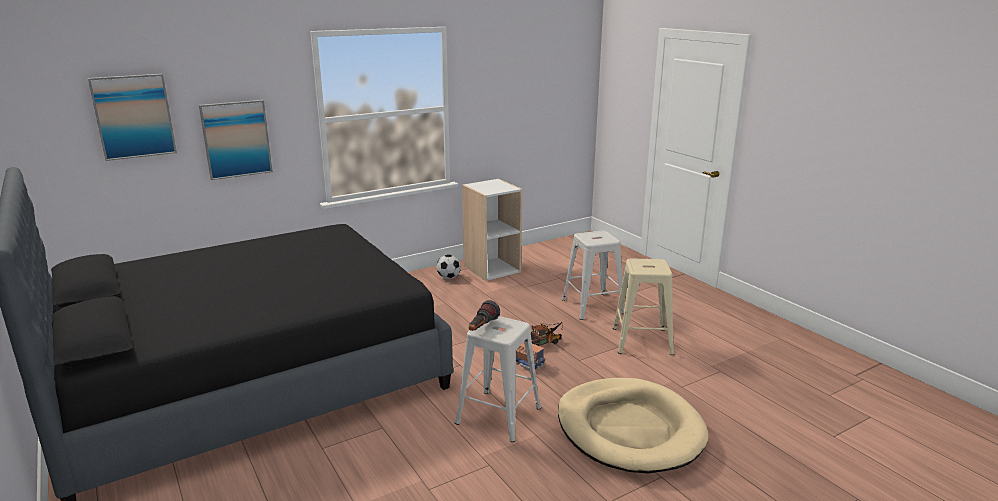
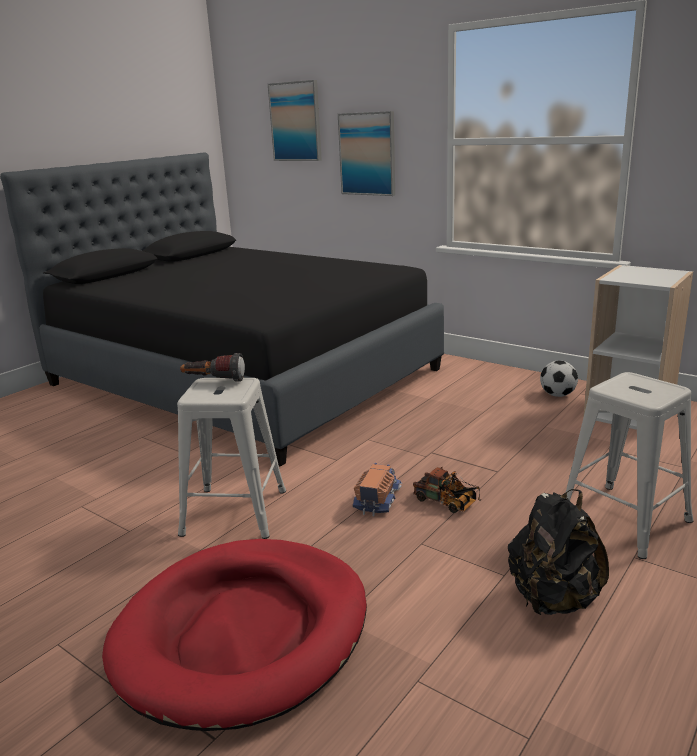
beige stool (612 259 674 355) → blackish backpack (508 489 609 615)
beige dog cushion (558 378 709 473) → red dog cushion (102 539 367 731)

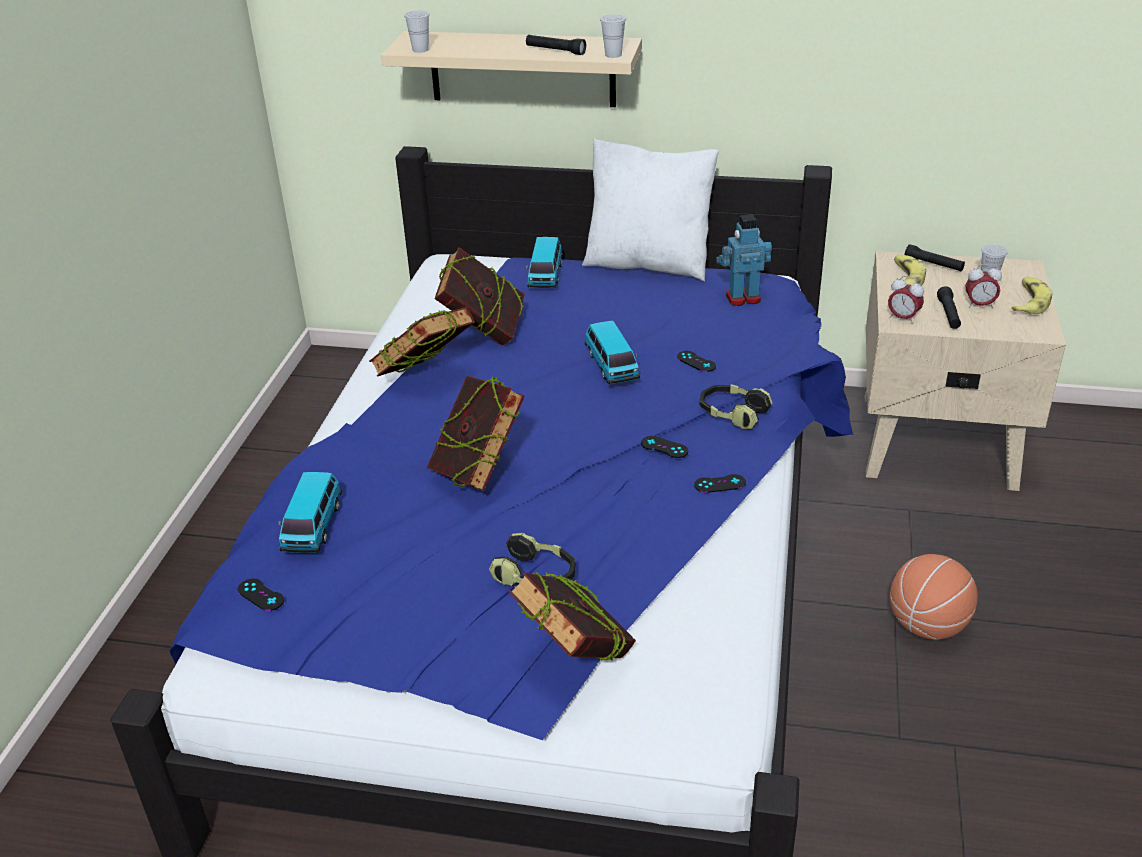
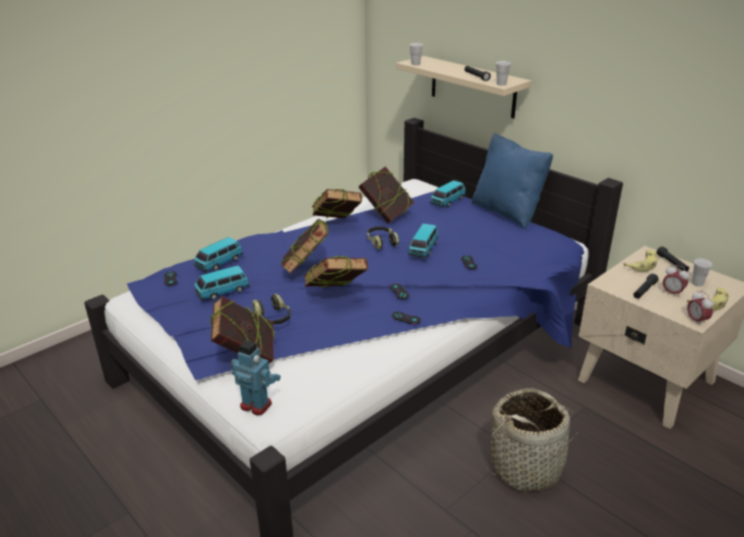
white-coloured cushion (582 138 719 281) → bluish cushion (472 133 553 229)
robot figure (716 215 772 306) → robot figure (231 340 281 415), shifted
table clock (888 276 924 324) → table clock (687 291 713 327), shifted
headphones (699 384 772 429) → headphones (367 226 399 249), shifted
basketball ball (890 554 978 640) → household basket (486 388 578 492)
- → bound book (304 256 368 288)
- → miniature car (194 265 249 300)

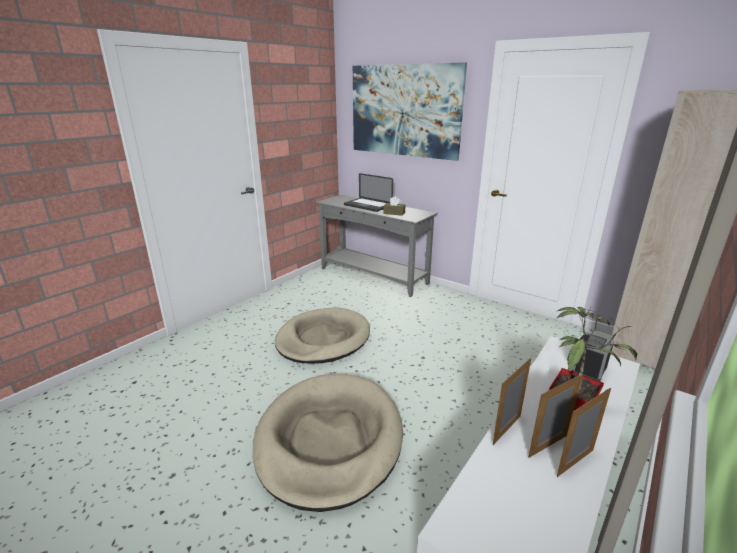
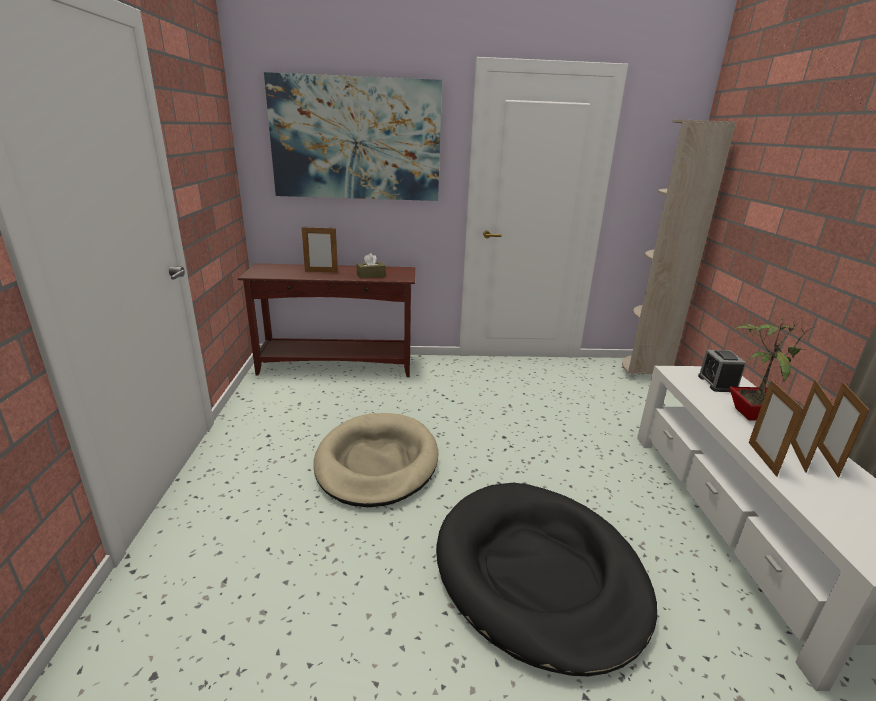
notebook computer (344 173 393 212) → photo frame (302 226 338 273)
gray narrow table (316 195 438 297) → brown-coloured narrow table (238 263 415 377)
beige dog cushion (253 374 403 512) → blackish dog cushion (436 483 657 676)

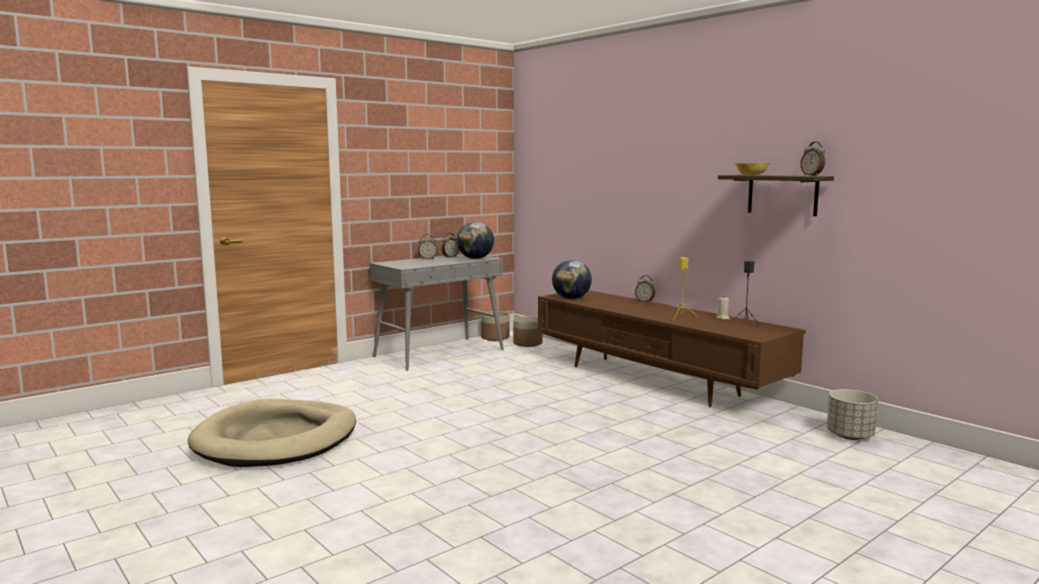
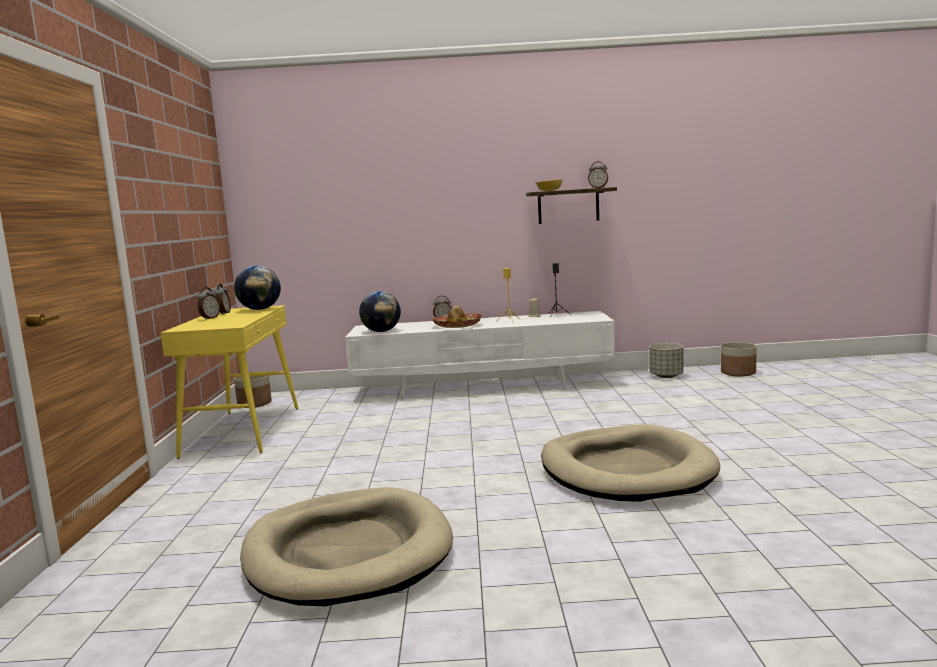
gray narrow table (369 254 504 371) → yellowish narrow table (161 305 298 459)
brown-coloured tv unit (538 290 806 407) → white-coloured tv unit (345 311 615 399)
planter (513 316 543 347) → planter (721 342 757 377), shifted
- → hat (432 306 482 328)
- → beige dog cushion (541 424 720 502)

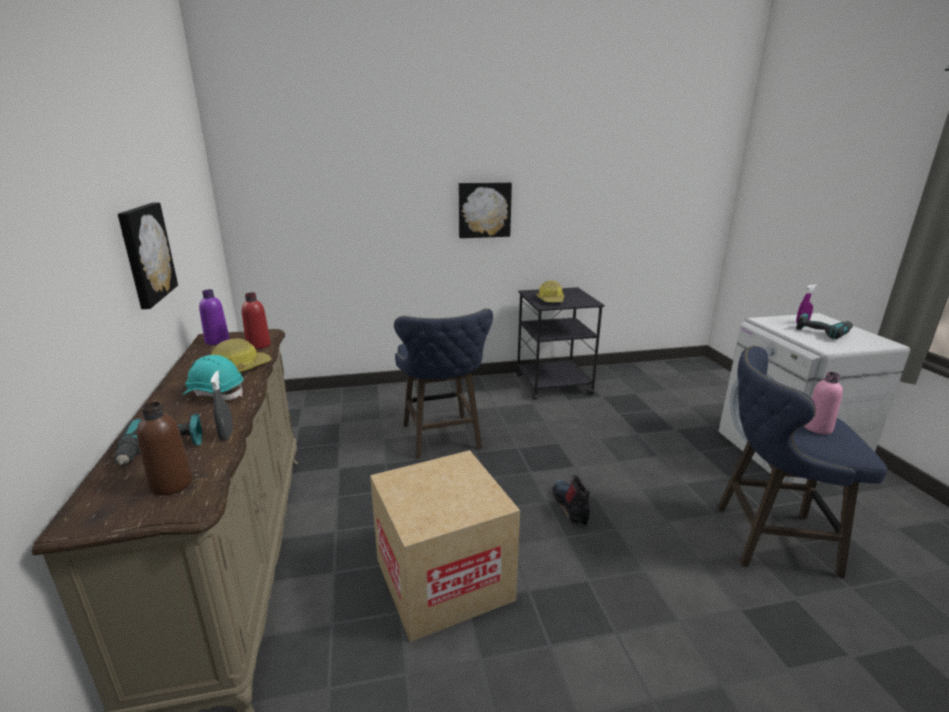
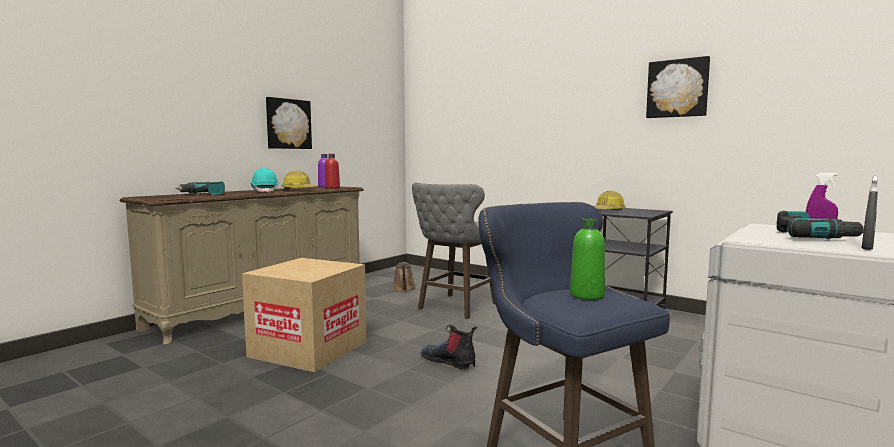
picture (459 182 512 238) → picture (646 56 710 118), shifted
bluish stool (394 308 493 459) → gray stool (412 182 495 319)
gray hand sprayer (210 371 233 441) → gray hand sprayer (862 176 878 250), shifted
pink bottle (804 372 843 434) → green bottle (570 218 605 300)
brown-coloured bottle (137 402 193 496) → -
tall boot (553 474 590 525) → tall boot (421 325 477 369), 90 degrees counterclockwise
- → brown-coloured sprinkling can (393 262 416 292)

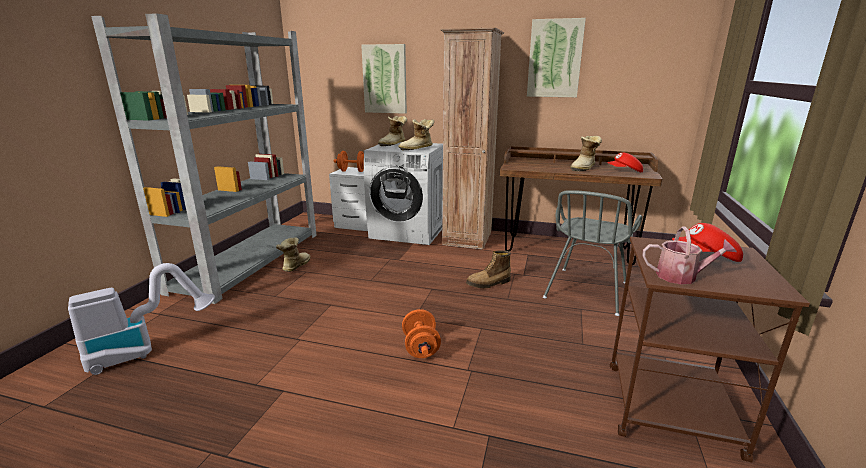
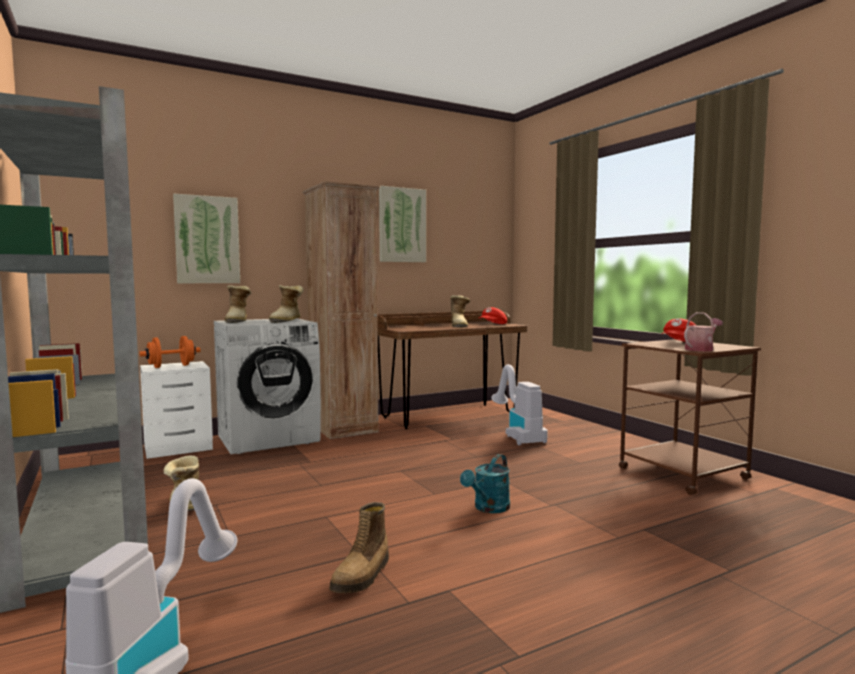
gray plain chair (543 190 642 316) → vacuum (491 364 548 445)
tall boot (466 250 511 288) → tall boot (329 502 389 593), shifted
orange-coloured dumbbell (402 309 441 358) → blue-green sprinkling can (460 454 510 513)

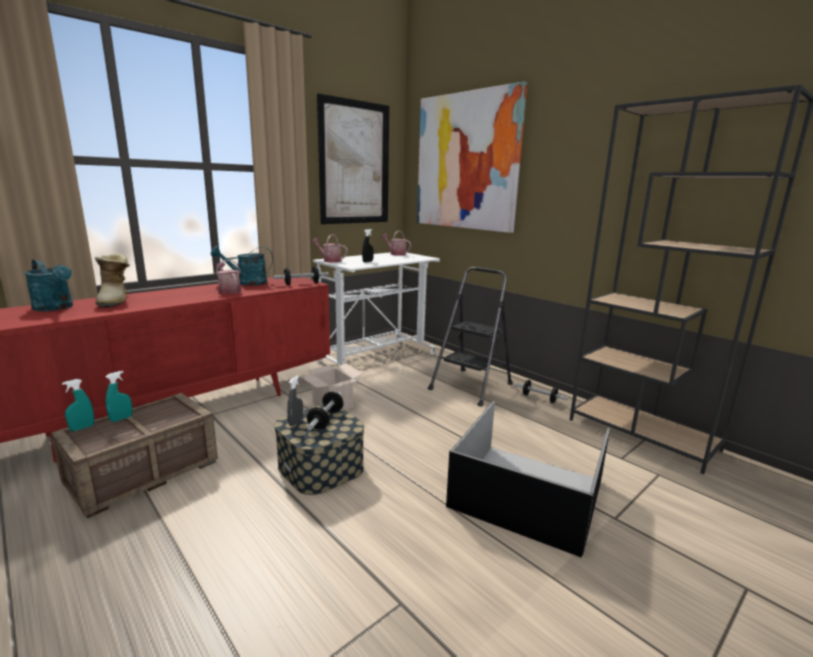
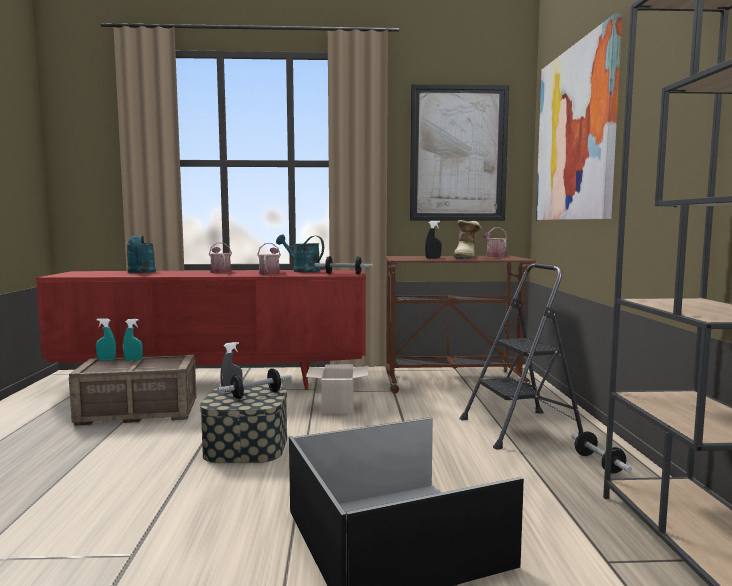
sprinkling can (311 234 348 263) → sprinkling can (209 242 232 273), shifted
white-coloured desk table (313 252 440 380) → brown-coloured desk table (384 256 536 393)
tall boot (95 254 130 308) → tall boot (453 220 482 259), shifted

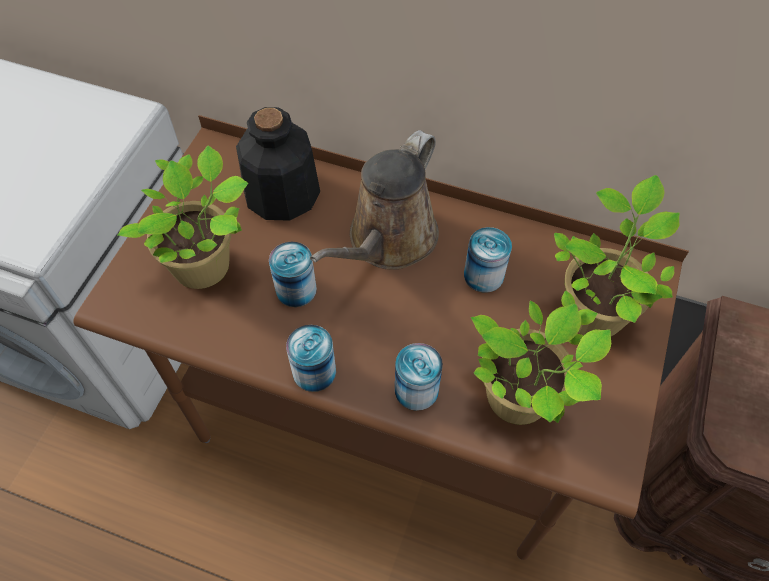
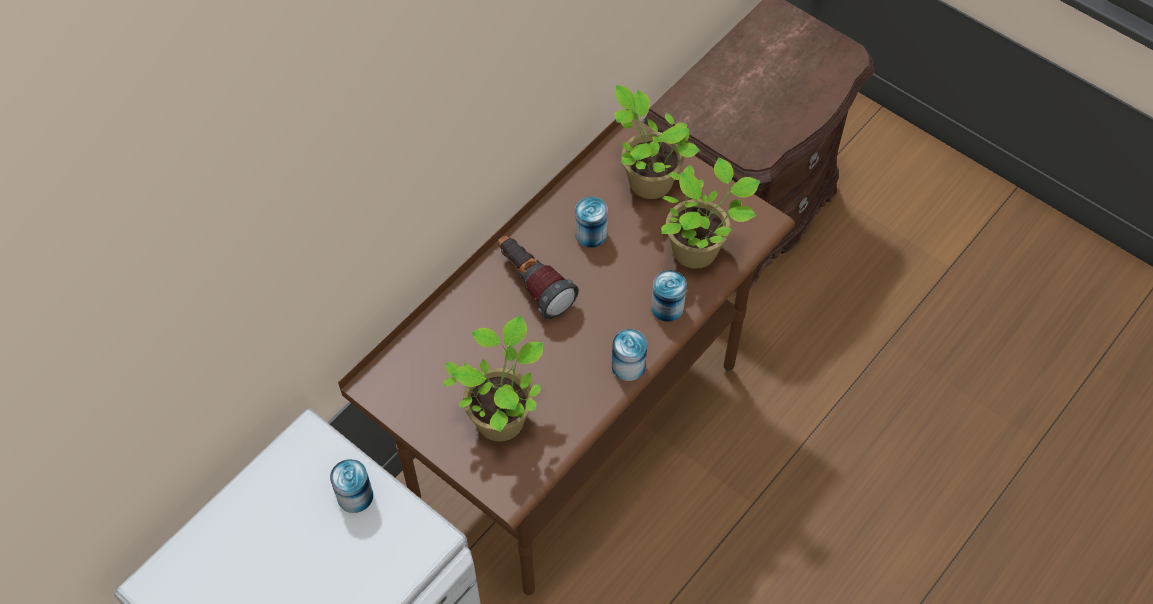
bottle (236 107 320 221) → -
brown-coloured sprinkling can (310 130 439 270) → hand torch (498 236 579 319)
sealed can (269 242 317 307) → sealed can (330 459 373 513), shifted

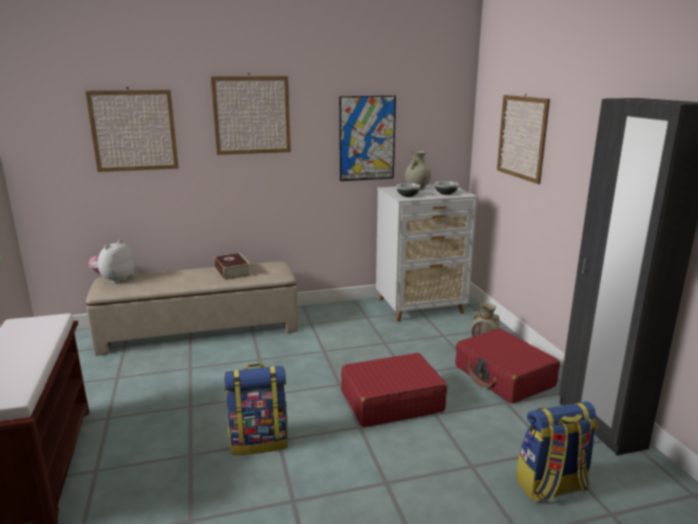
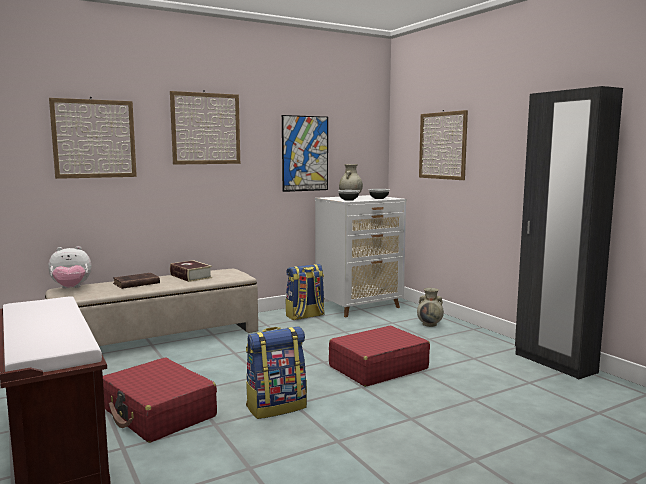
plush toy (89 240 135 284) → plush toy (48 246 91 289), 120 degrees counterclockwise
red suitcase (456 328 560 404) → red suitcase (103 357 217 443), shifted
backpack (516 402 597 501) → backpack (286 264 325 320), shifted
- → brown-coloured bound book (113 273 160 289)

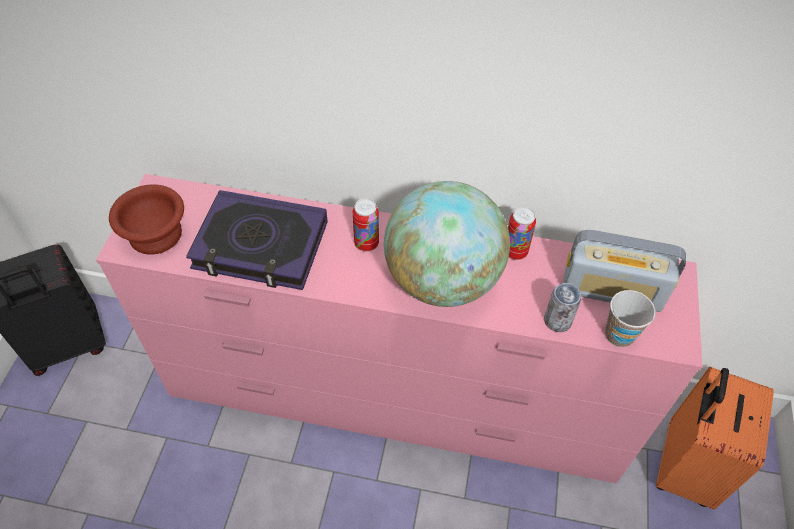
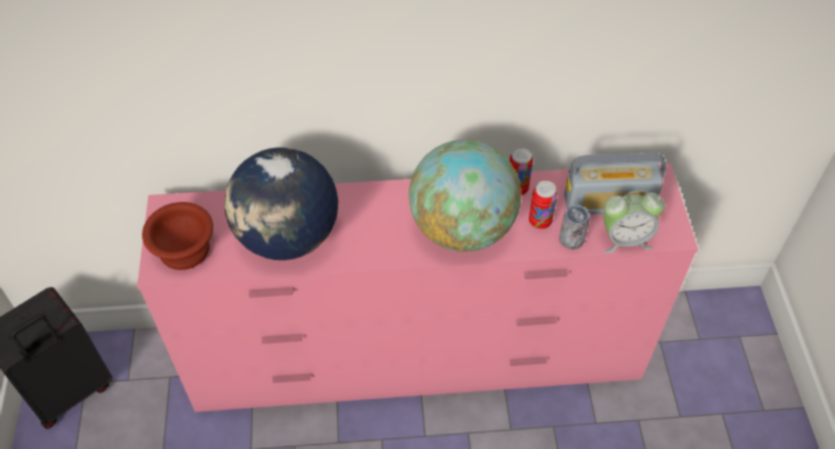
bound book (186 190 328 290) → world globe (224 147 338 260)
sealed can (353 198 379 252) → sealed can (529 181 557 229), shifted
drinking cup (605 290 656 347) → table clock (603 190 665 253)
orange-coloured suitcase (656 367 774 510) → -

